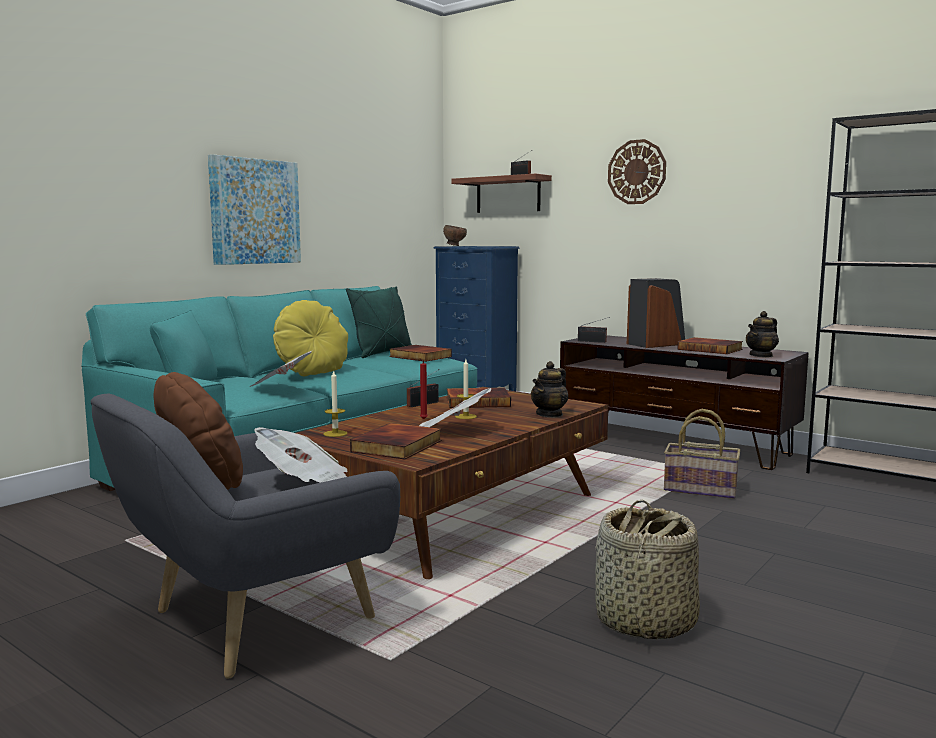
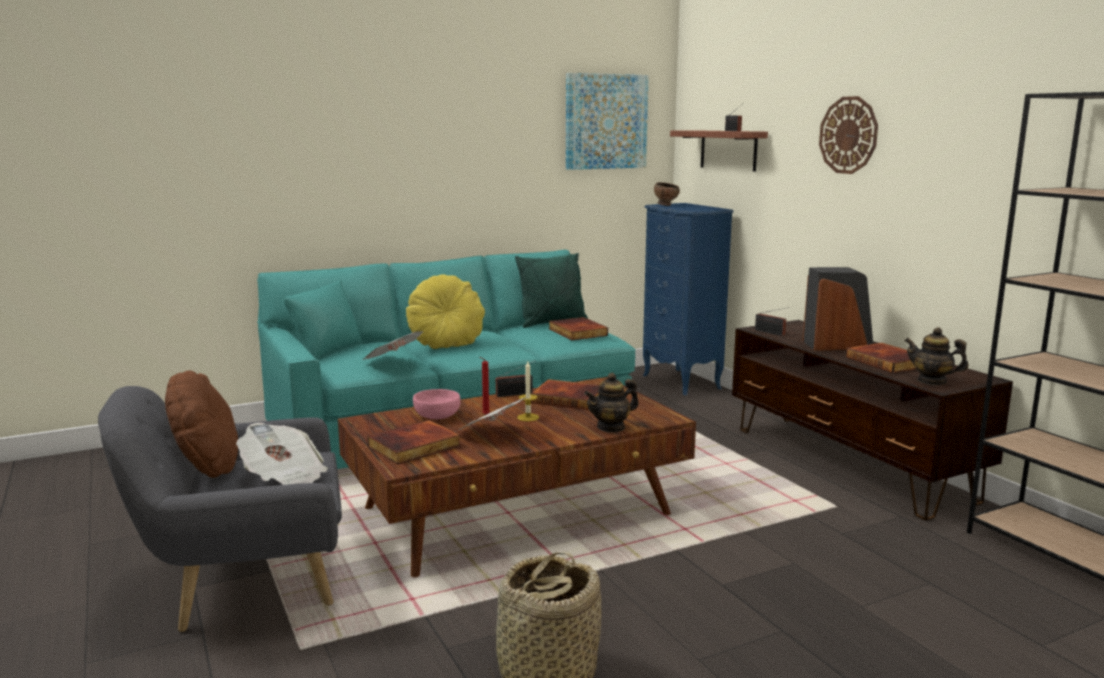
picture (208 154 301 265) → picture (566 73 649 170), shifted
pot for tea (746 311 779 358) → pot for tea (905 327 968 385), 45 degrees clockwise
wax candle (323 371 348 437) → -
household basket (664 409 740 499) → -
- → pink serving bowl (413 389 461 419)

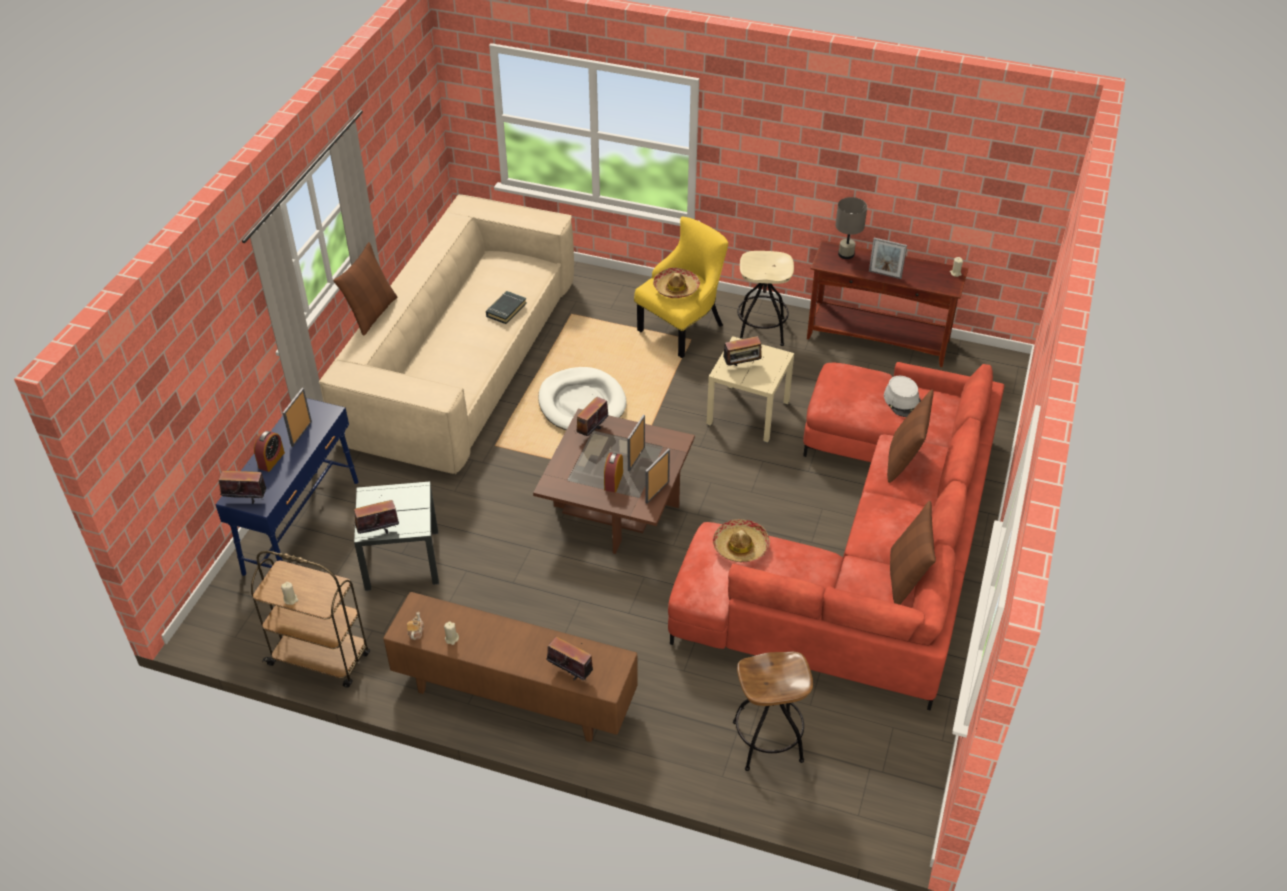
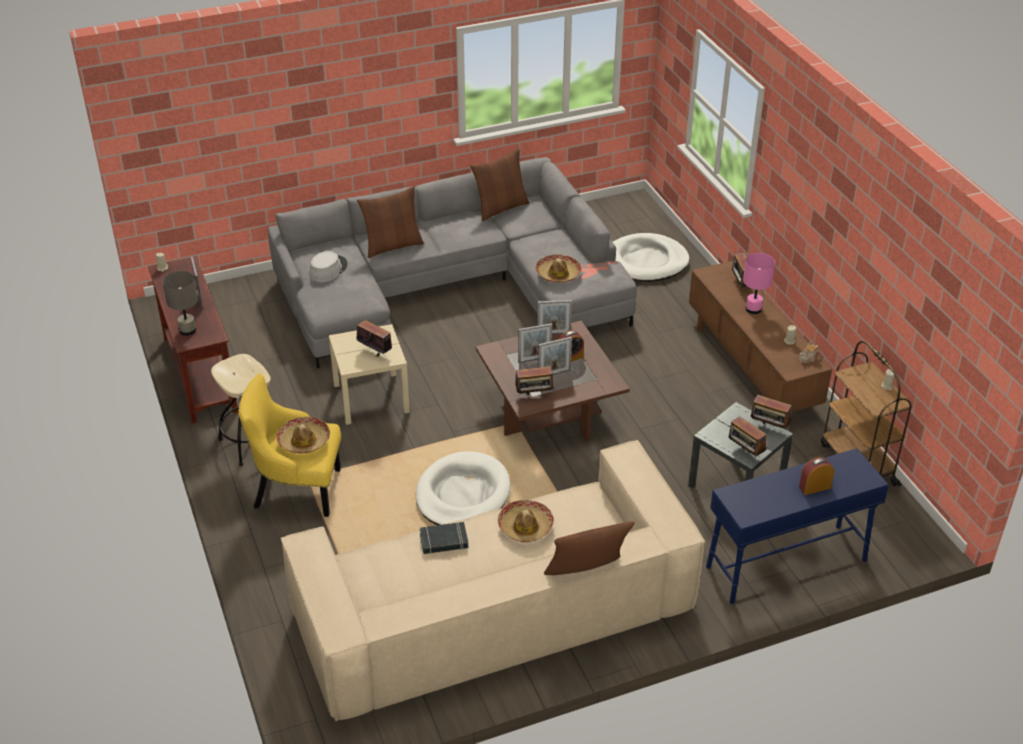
red sofa (668 362 1004 710) → gray sofa (268 157 637 369)
photo frame (283 388 312 447) → photo frame (538 337 572 375), shifted
radio receiver (219 471 266 504) → radio receiver (729 416 767 456), shifted
brown-coloured stool (733 652 813 771) → white-coloured dog cushion (613 233 690 282)
- → pink tabletop lamp (743 253 775 314)
- → hat (498 500 554 542)

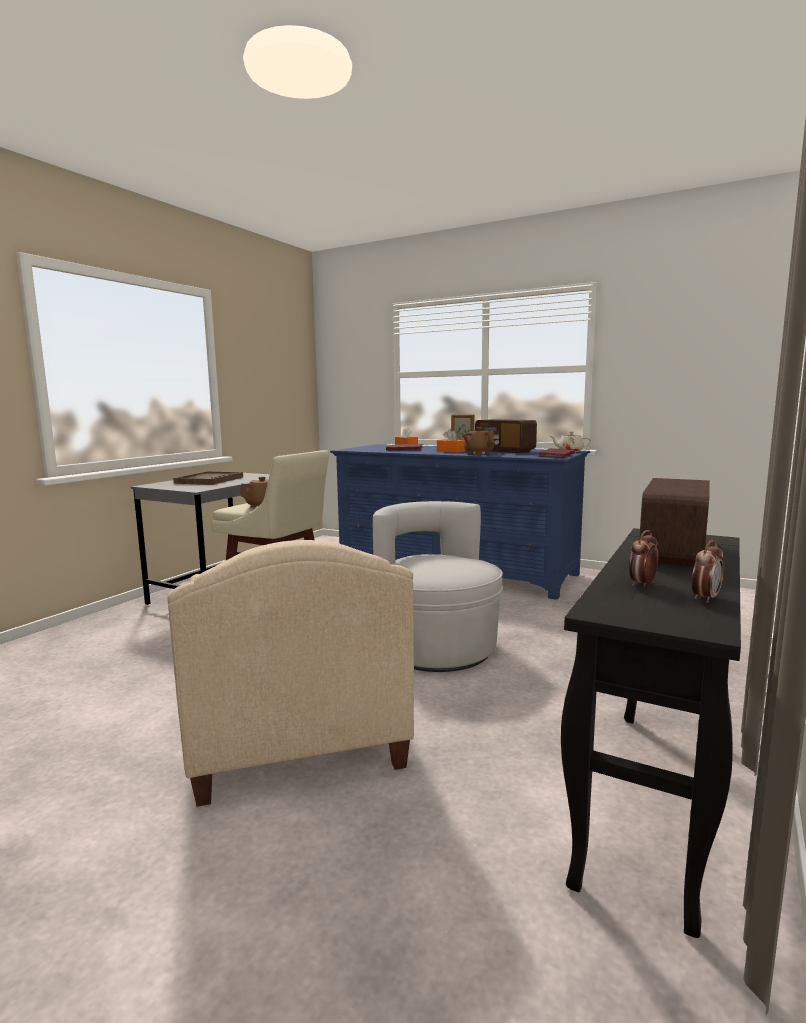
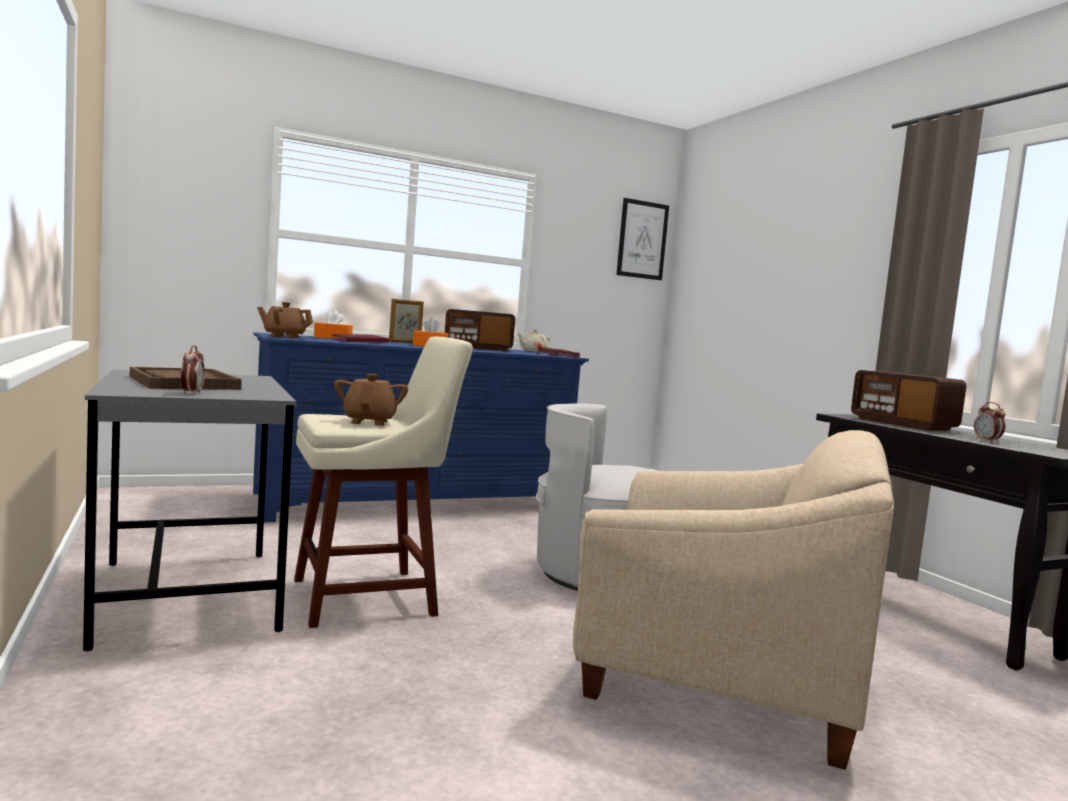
brown-coloured pot for tea (463 427 494 455) → brown-coloured pot for tea (257 302 313 338), shifted
table clock (692 540 724 603) → table clock (181 345 205 394), shifted
- → picture (617 198 669 280)

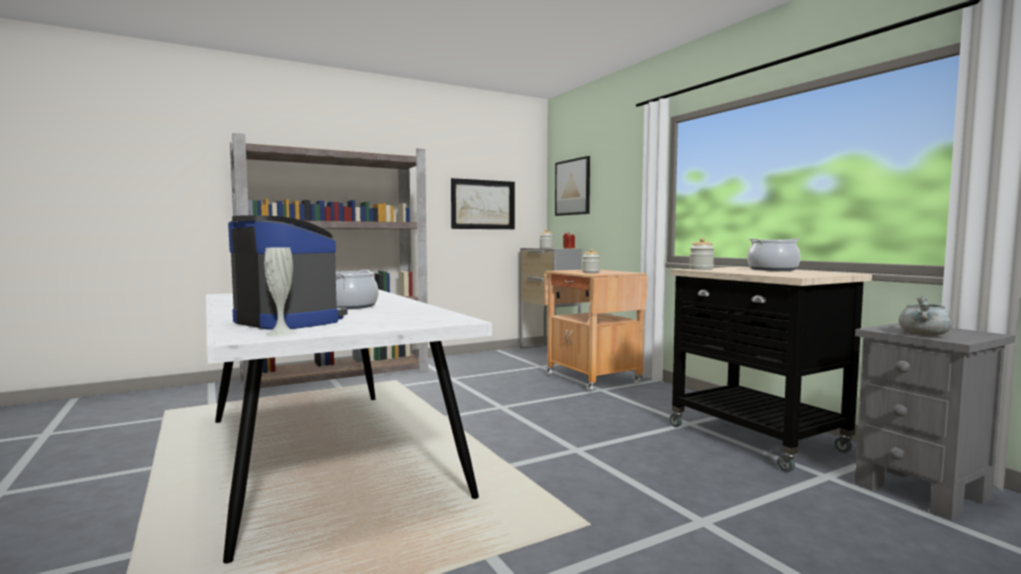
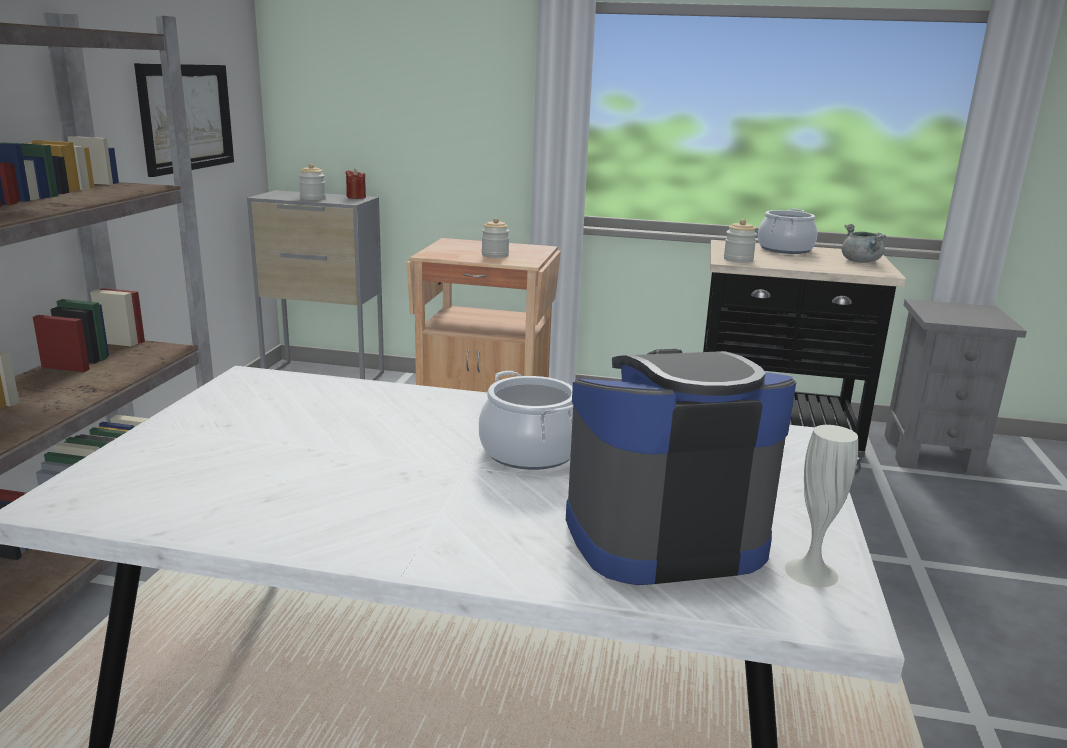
picture (555 156 590 216) → -
gray stockpot (899 296 953 336) → gray stockpot (842 224 886 263), shifted

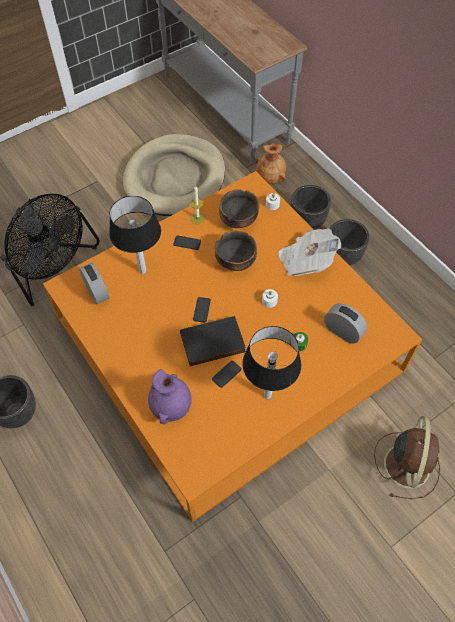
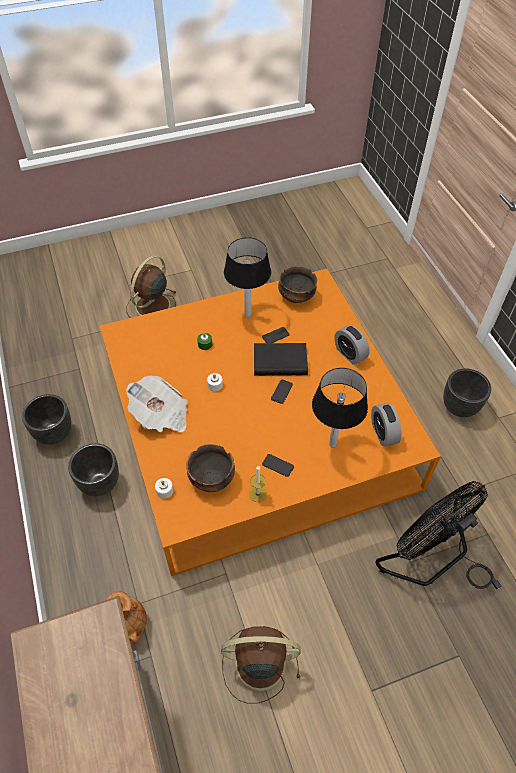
beige dog cushion (123 134 225 216) → brown-coloured electric fan (221 626 301 704)
blackish planter (291 185 331 230) → blackish planter (22 394 71 445), shifted
serving bowl (215 230 257 271) → serving bowl (278 266 317 303), shifted
table clock (324 303 367 344) → table clock (334 325 370 365), shifted
purple vase (148 369 192 424) → -

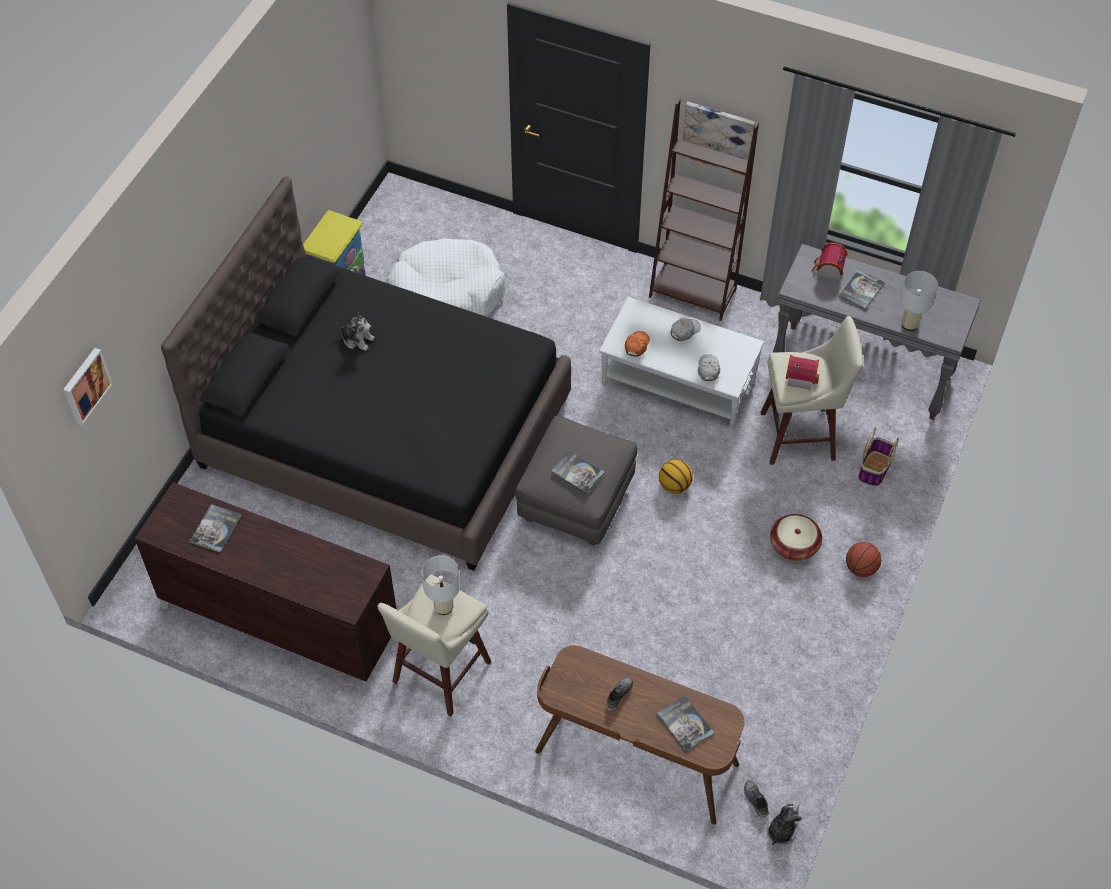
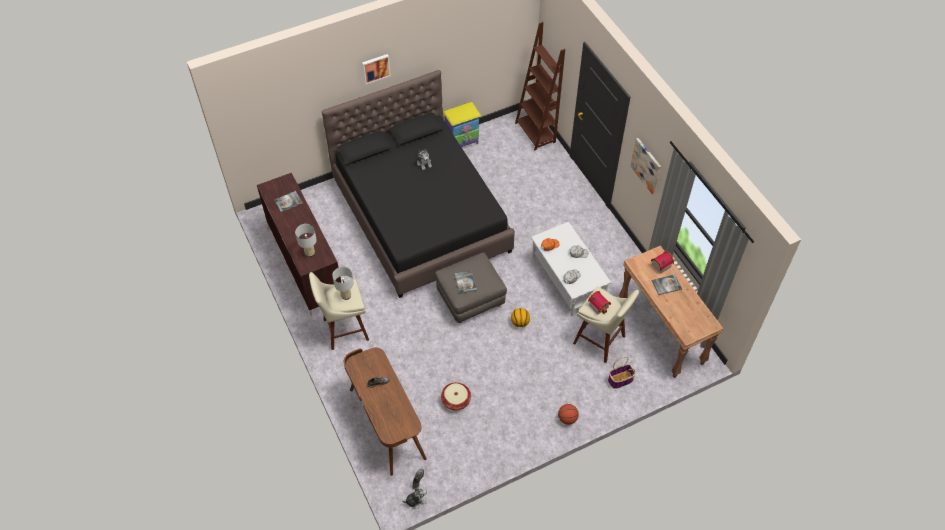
brown-coloured bookcase (649 99 759 321) → brown-coloured bookcase (515 22 565 151), shifted
white-coloured dog cushion (386 238 506 316) → -
gray narrow table (773 244 981 420) → brown-coloured narrow table (619 245 723 378)
white-coloured tabletop lamp (900 271 938 331) → white-coloured tabletop lamp (295 224 317 257), shifted
picture (63 348 113 426) → picture (362 54 391 84), shifted
household basket (770 514 822 560) → household basket (441 382 471 410), shifted
bound book (656 695 714 752) → -

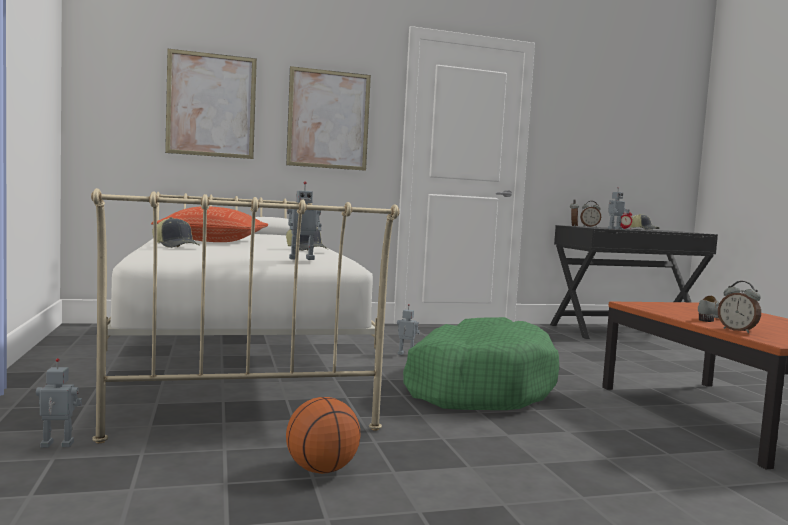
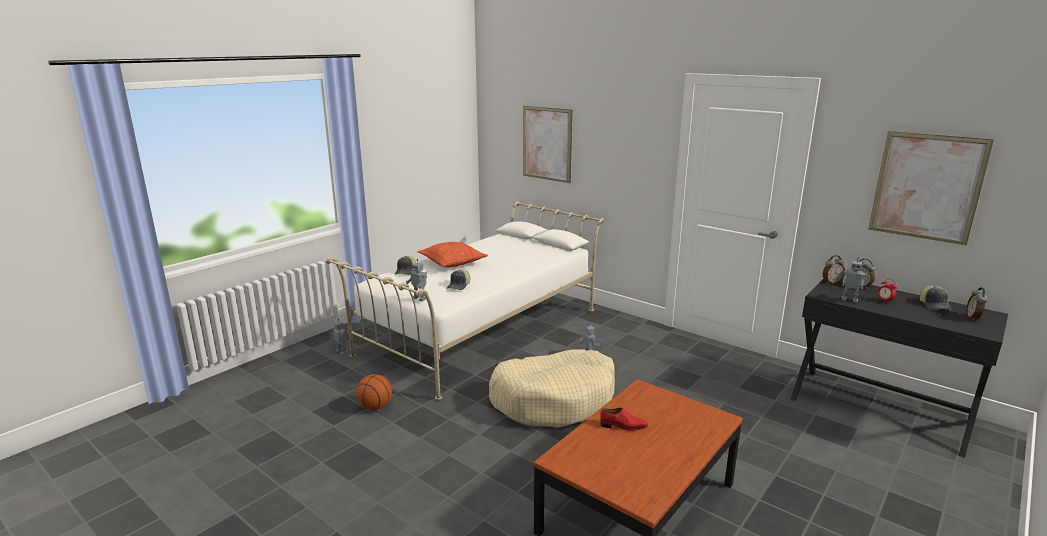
picture (286 66 371 171) → picture (869 131 994 245), shifted
table clock (718 281 761 333) → table clock (966 287 988 321), shifted
gray item of footwear (698 296 719 322) → red item of footwear (600 408 648 431)
green dog cushion (403 317 559 410) → beige dog cushion (489 349 615 428)

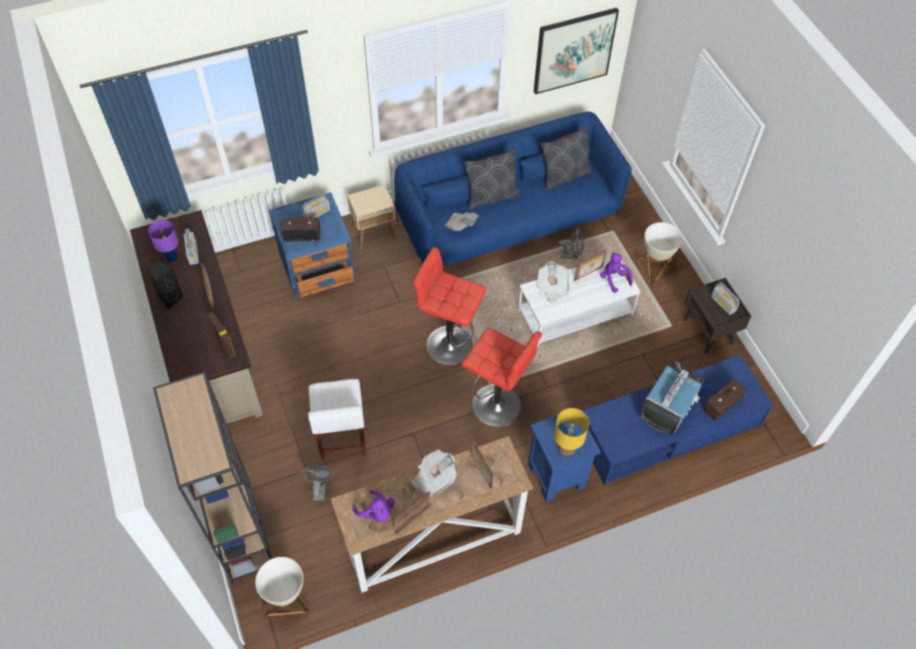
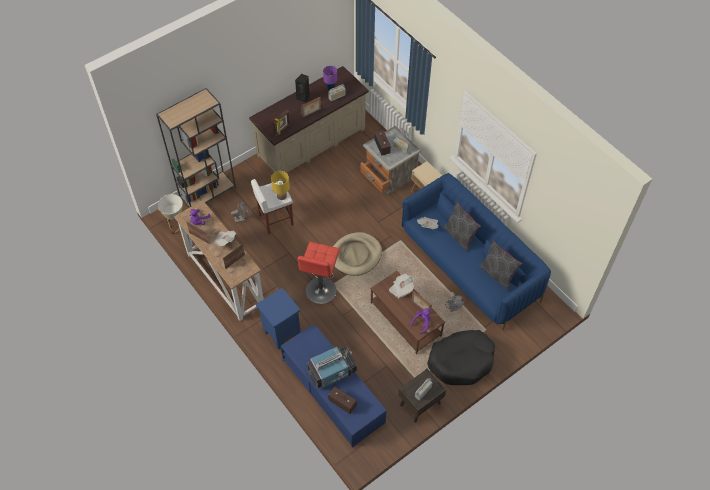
picture (534 8 619 94) → -
bluish bedside table (269 192 356 297) → gray bedside table (360 126 421 195)
planter (637 222 683 285) → blackish dog cushion (427 330 495 385)
red stool (413 247 487 365) → beige dog cushion (333 232 382 276)
white-coloured low table (518 256 640 347) → brown-coloured low table (371 271 445 354)
television (640 362 704 435) → television (307 346 357 388), 45 degrees counterclockwise
yellowish tabletop lamp (554 408 589 456) → yellowish tabletop lamp (271 171 290 200), shifted

